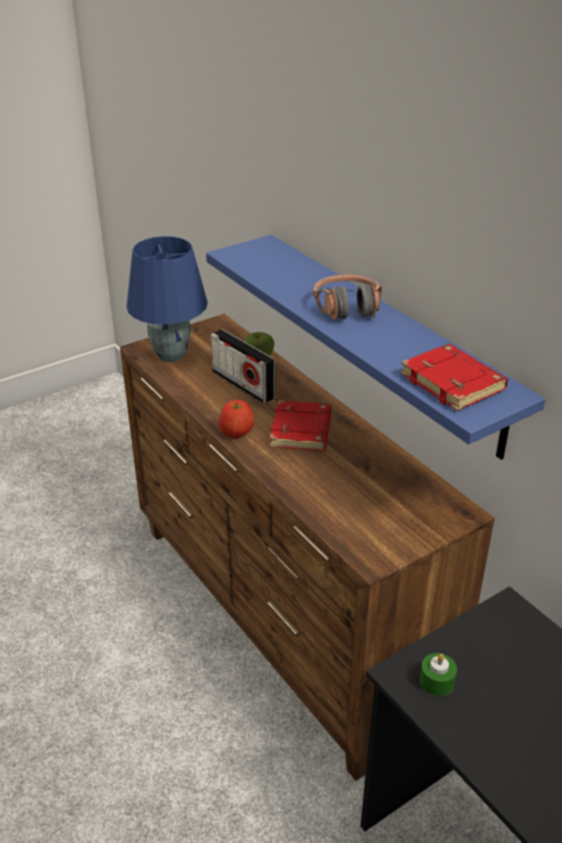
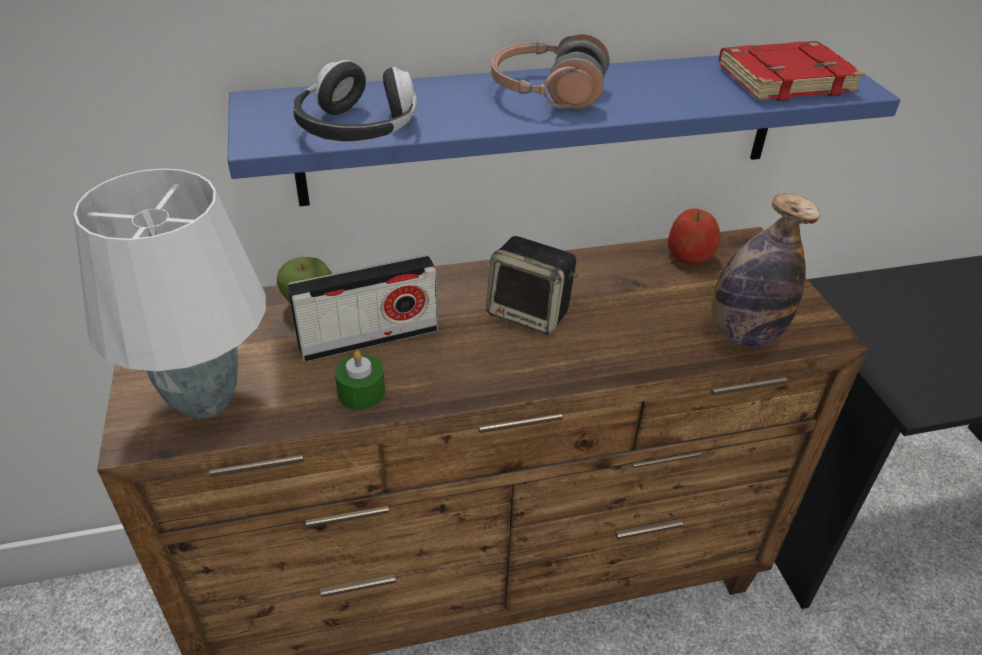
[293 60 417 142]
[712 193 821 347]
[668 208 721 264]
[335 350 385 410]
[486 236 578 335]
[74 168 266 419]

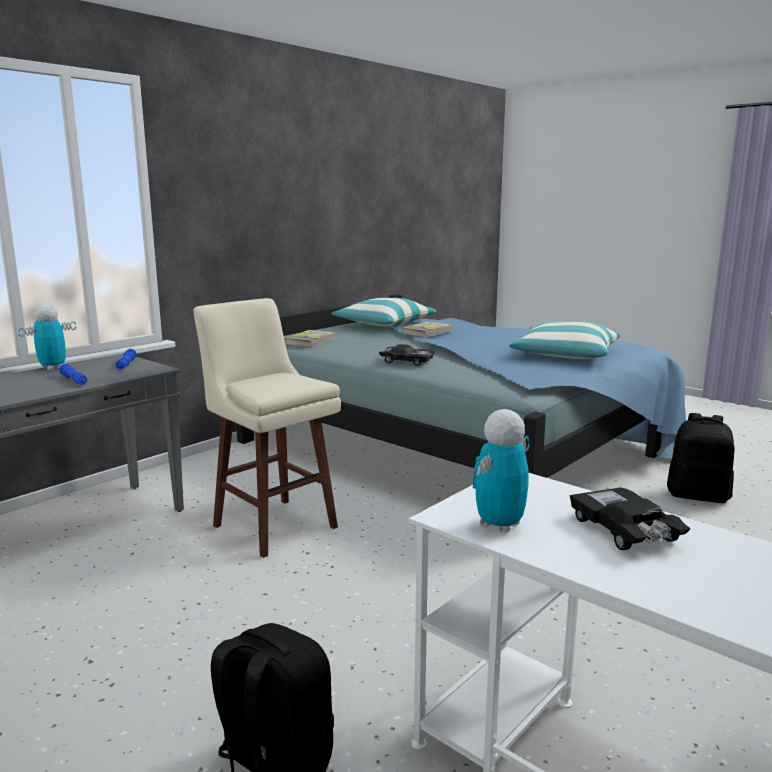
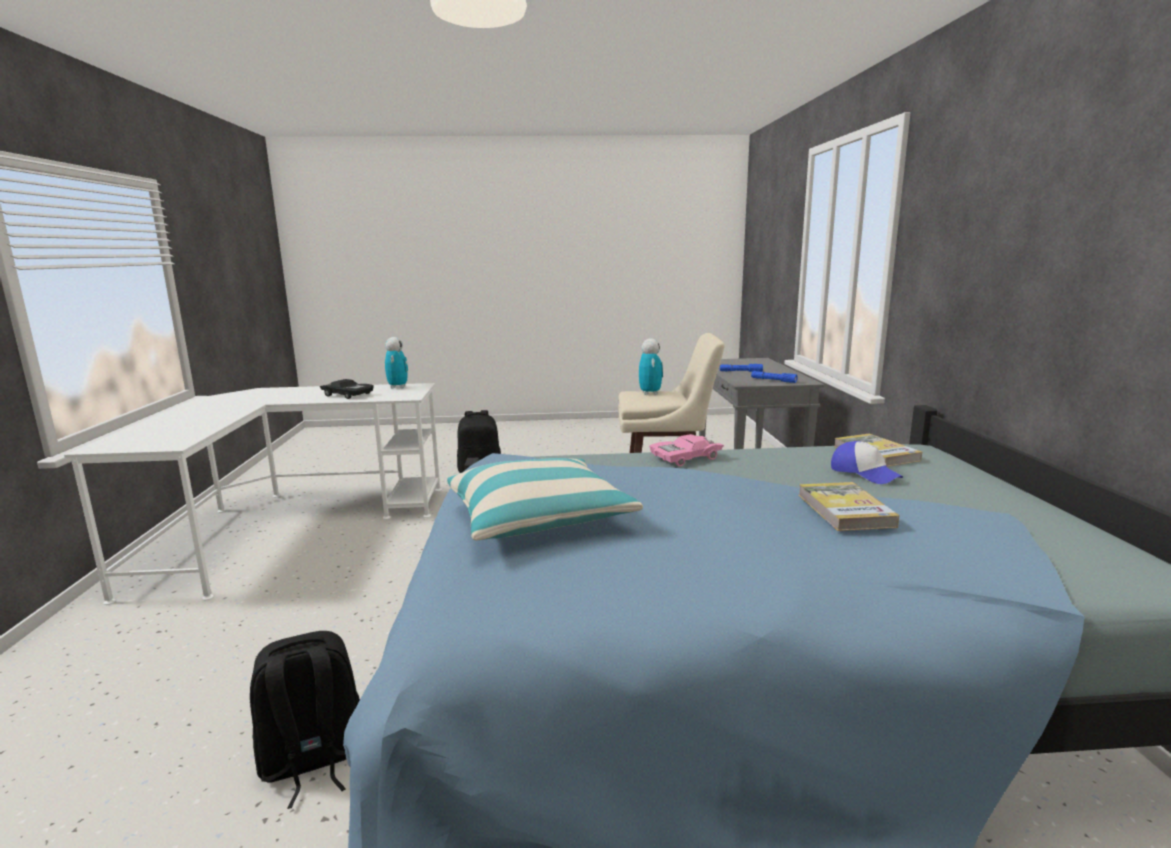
[331 298 436 327] (first image)
[831 441 903 484]
[639 338 663 395]
[649 434 724 466]

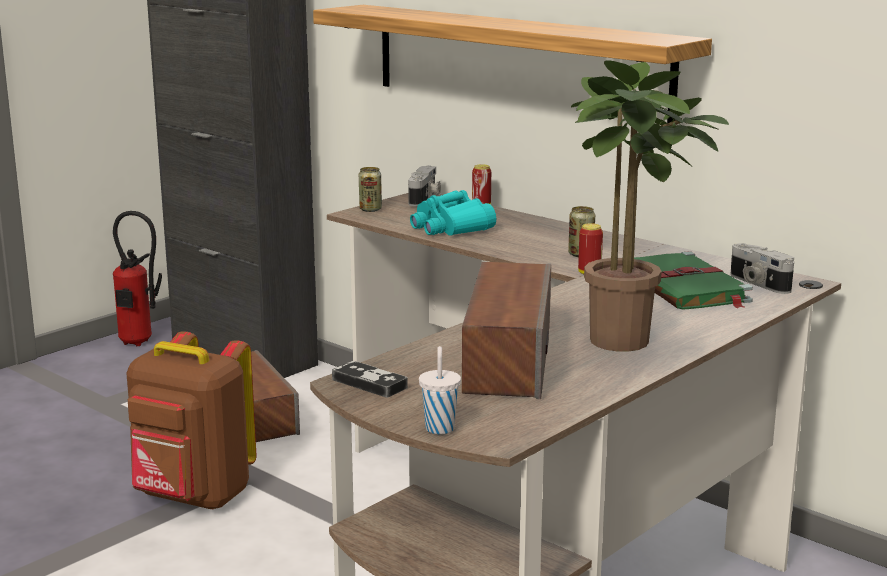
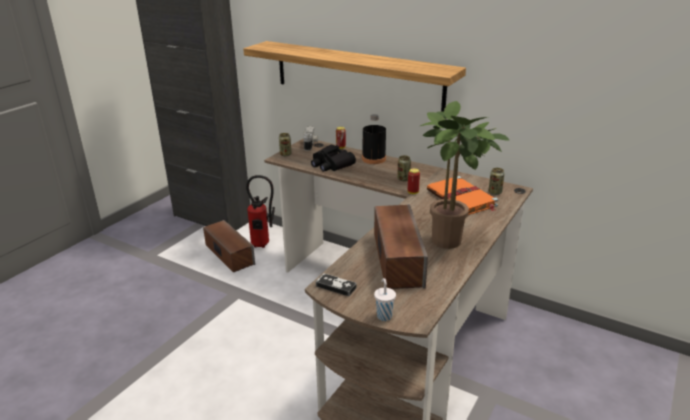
[126 331 256 510] (first image)
[362 114 386 164]
[246 175 275 248]
[489 168 505 195]
[311 145 356 172]
[427 176 498 215]

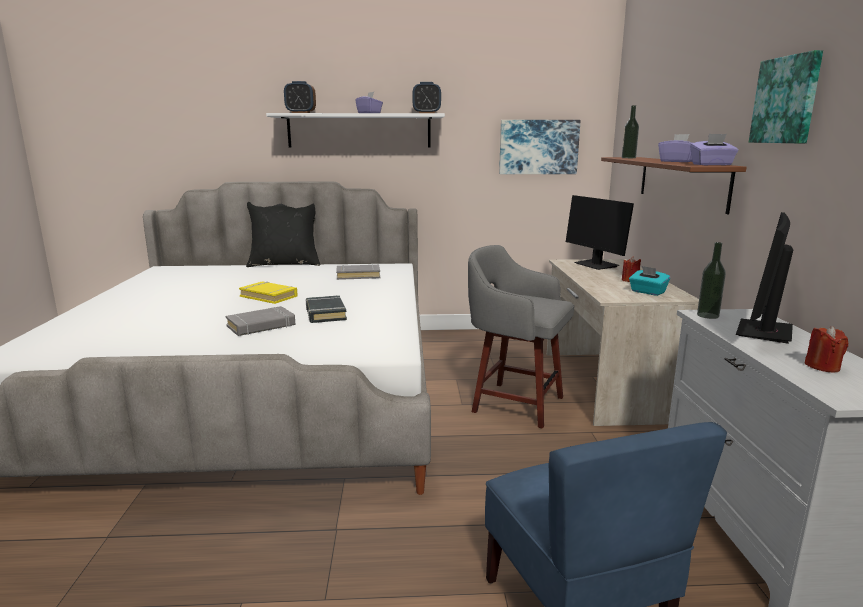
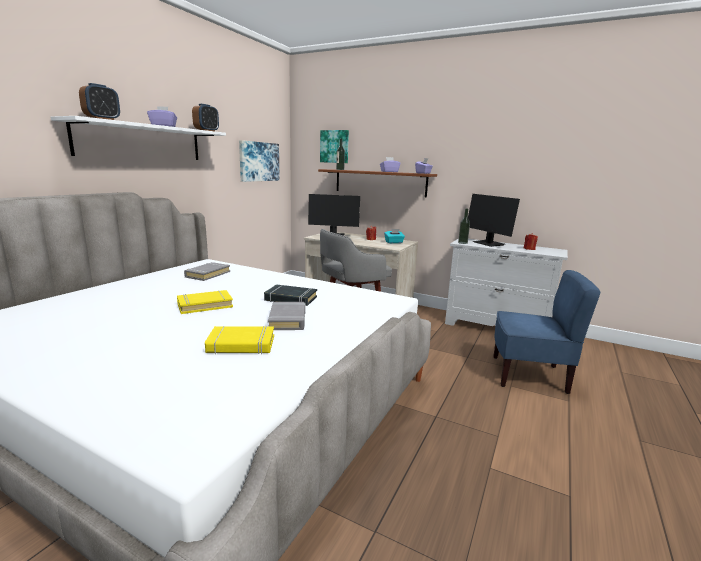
[246 202 320 267] (first image)
[205 326 274 354]
[320 130 349 163]

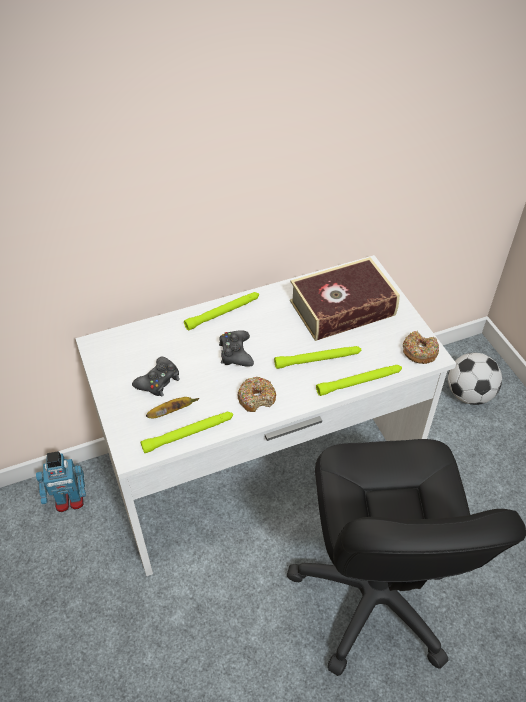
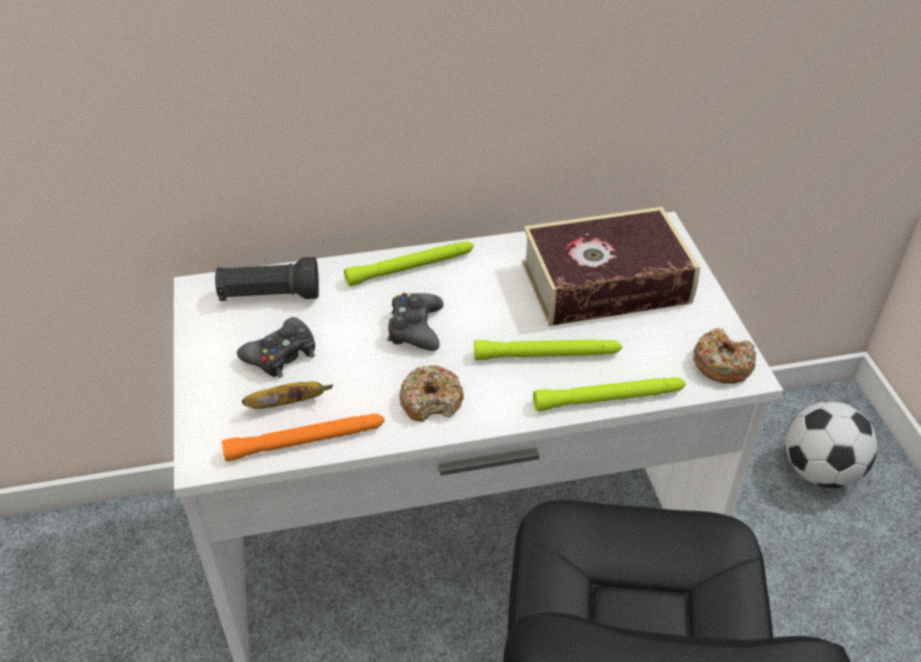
[36 451 86 512] (first image)
[215 257 319 301]
[222 414 385 461]

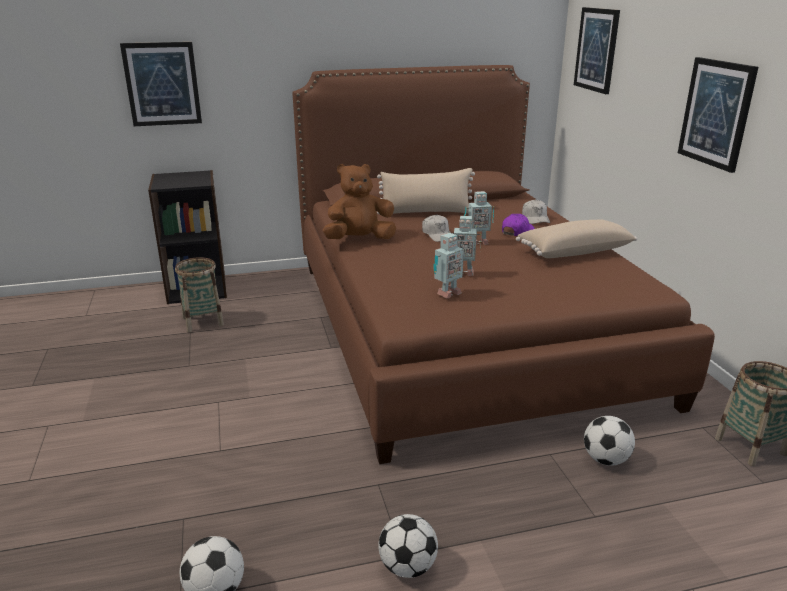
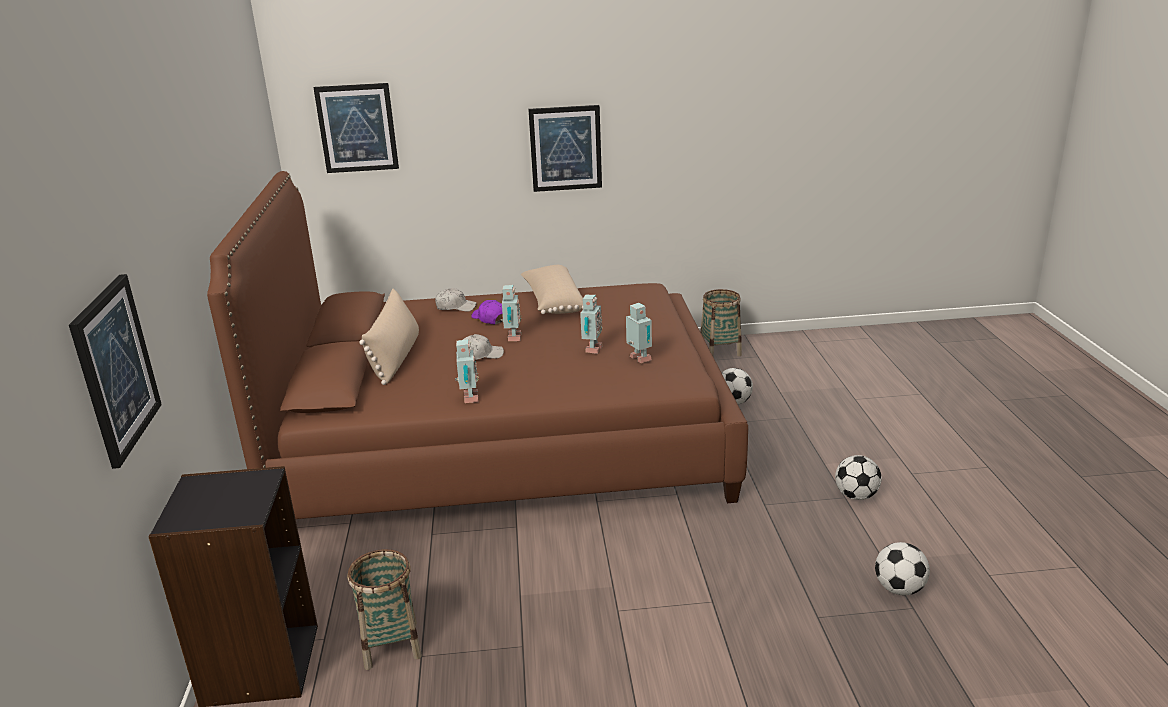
[455 339 479 403]

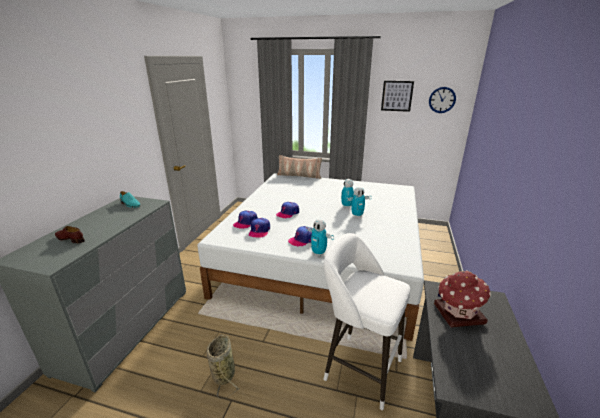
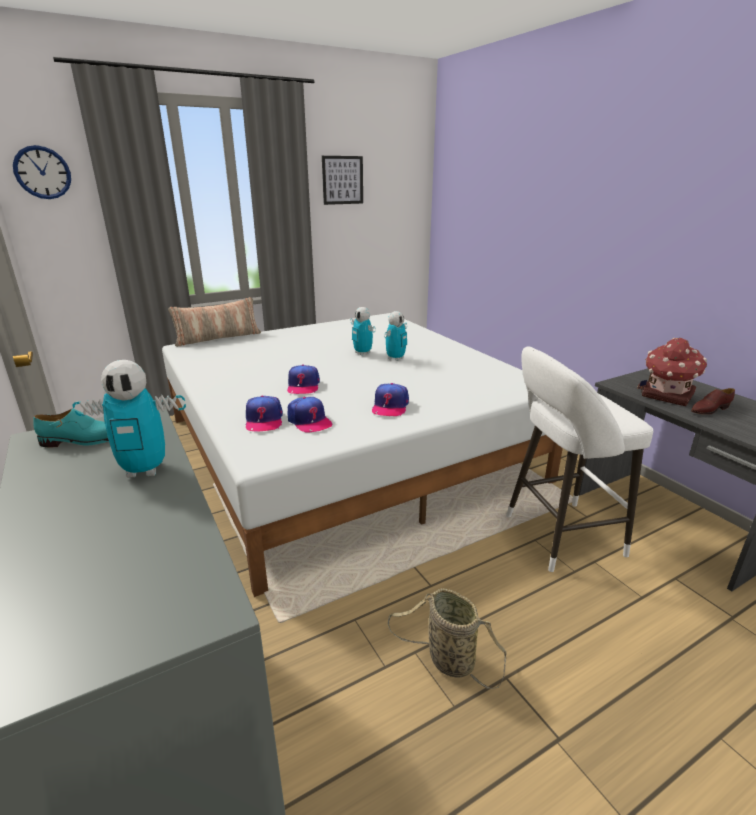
[691 388 735 415]
[72 360 186 478]
[13 145 71 199]

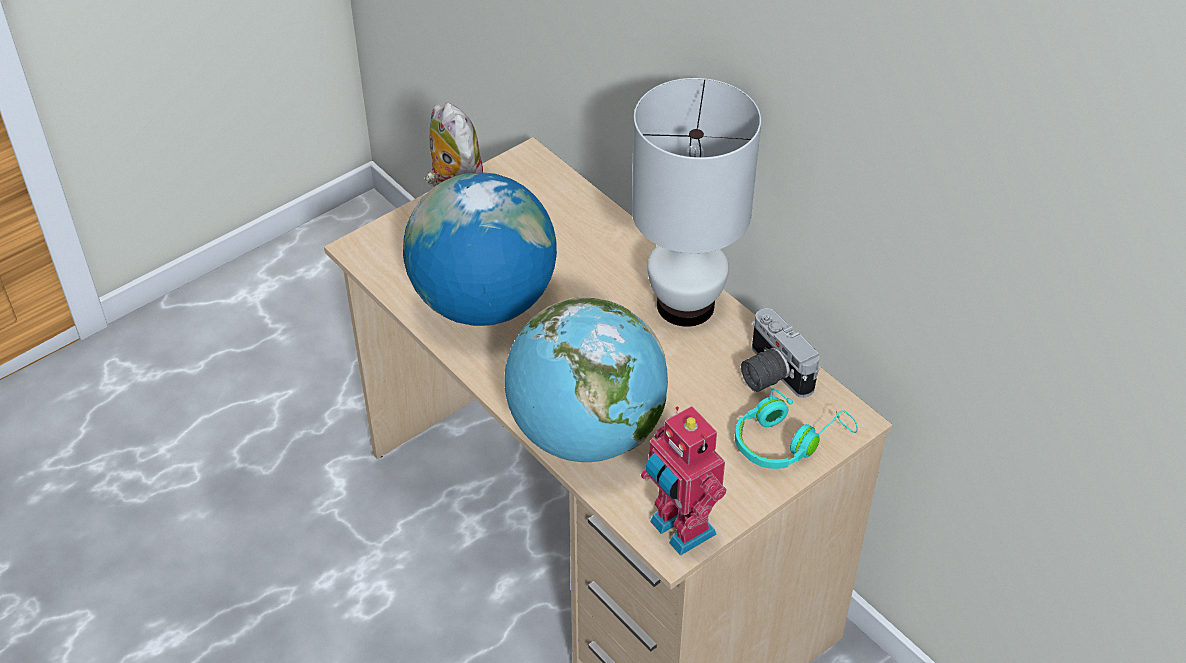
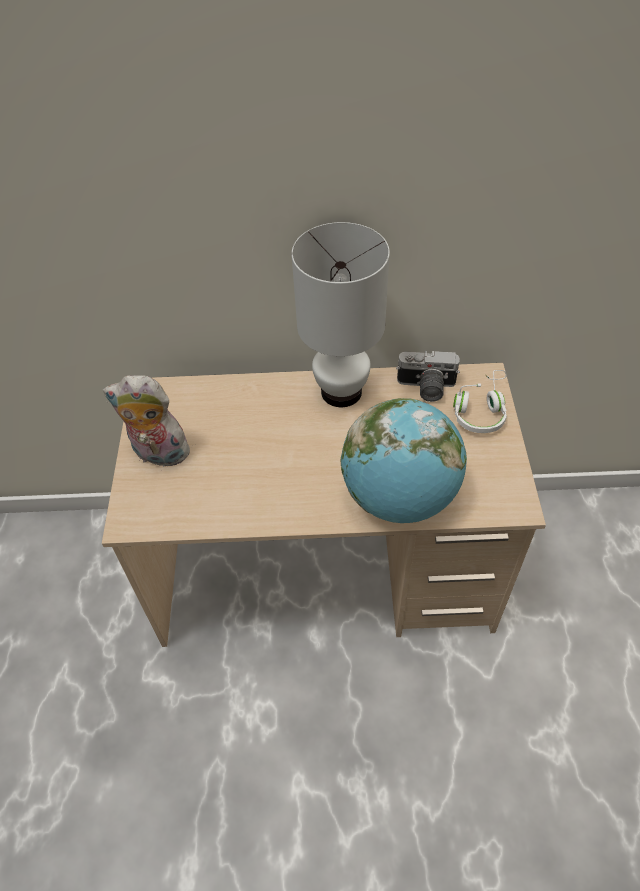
[403 172 557 326] (first image)
[641 406 726 556] (first image)
[453 370 507 433]

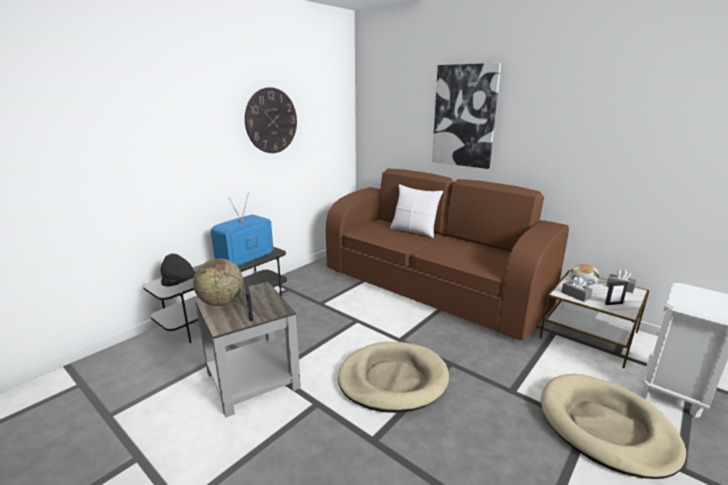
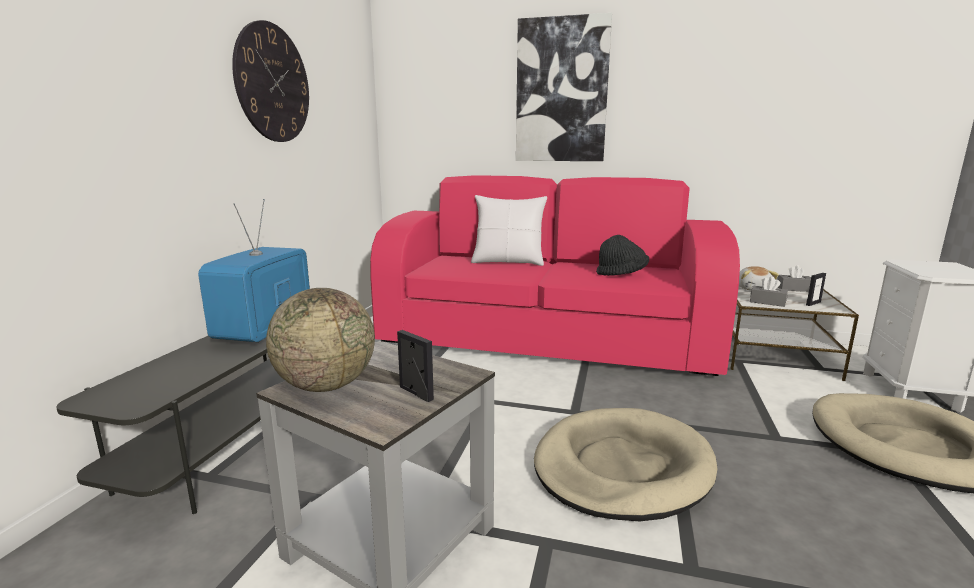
[596 235 649 276]
[370 175 740 376]

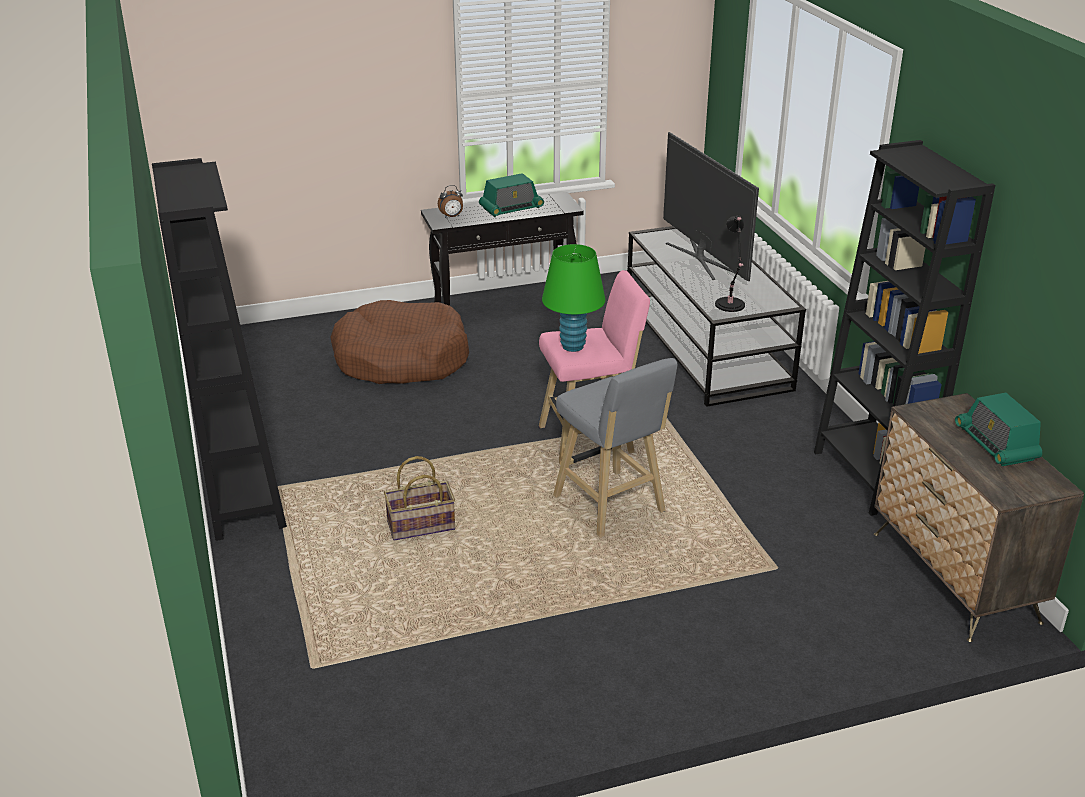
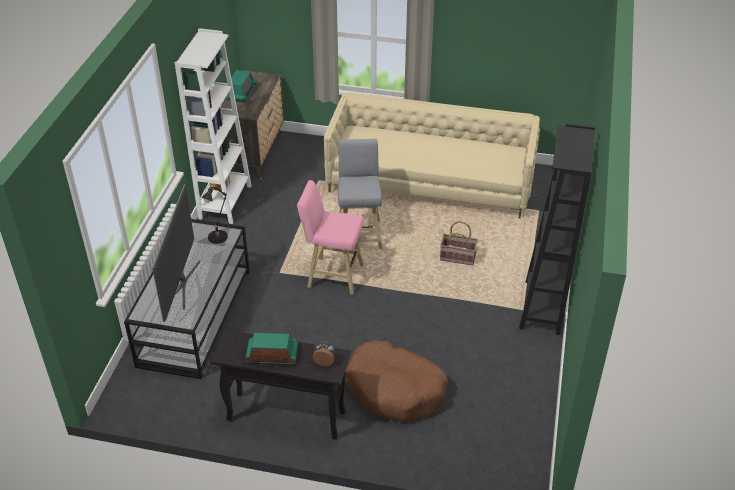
[542 244 606 352] (first image)
[324 92 540 219]
[175 28 252 224]

